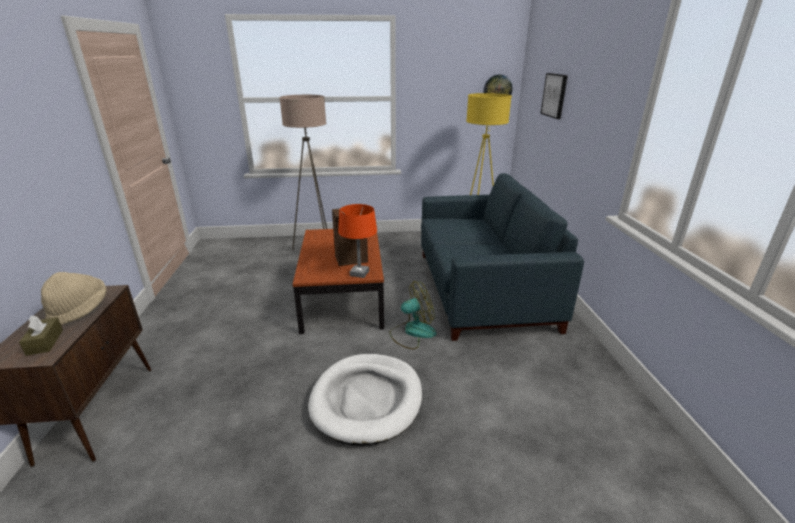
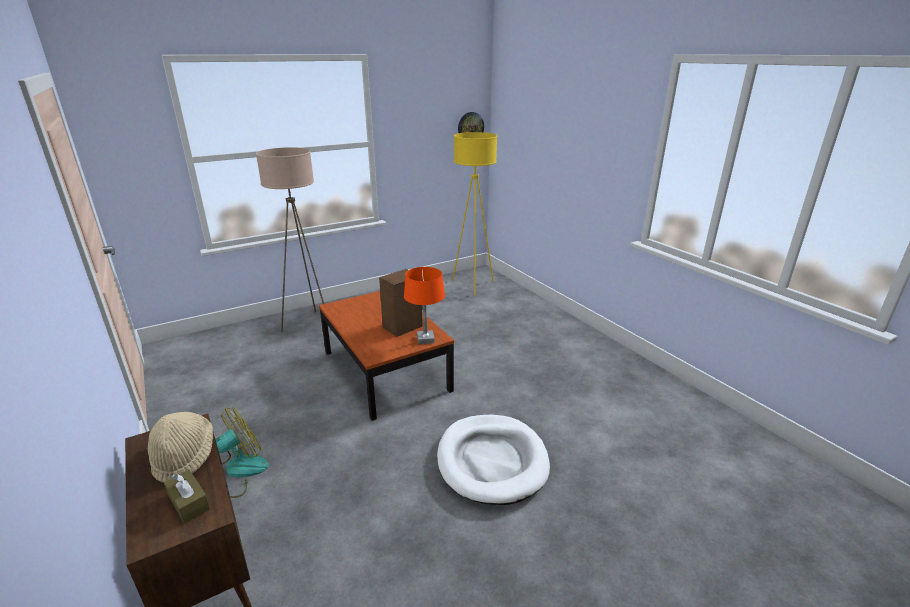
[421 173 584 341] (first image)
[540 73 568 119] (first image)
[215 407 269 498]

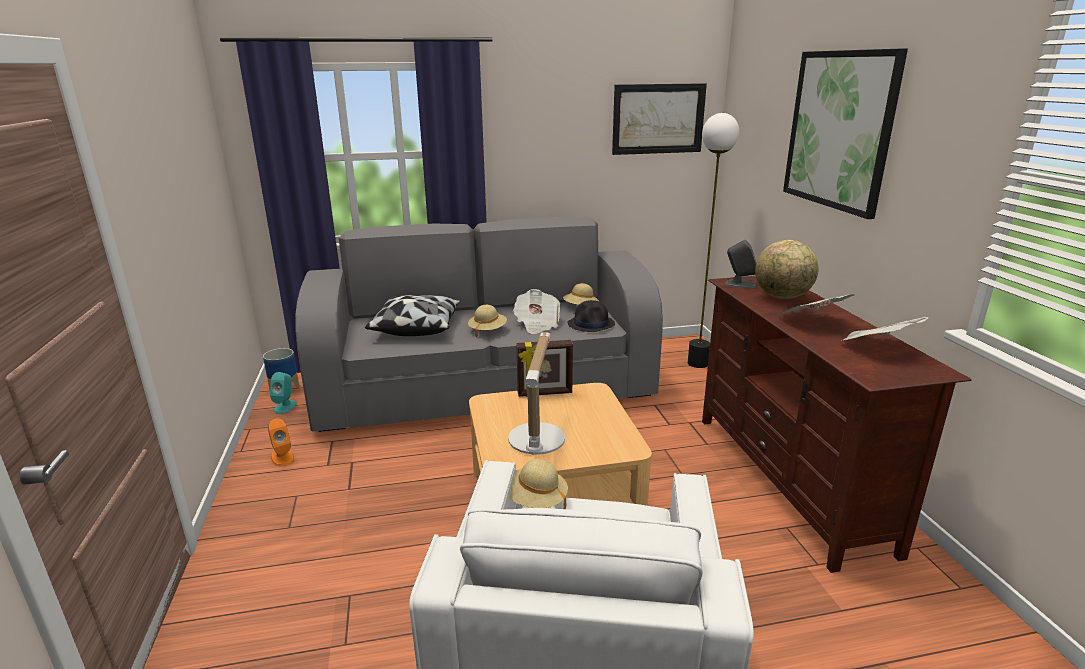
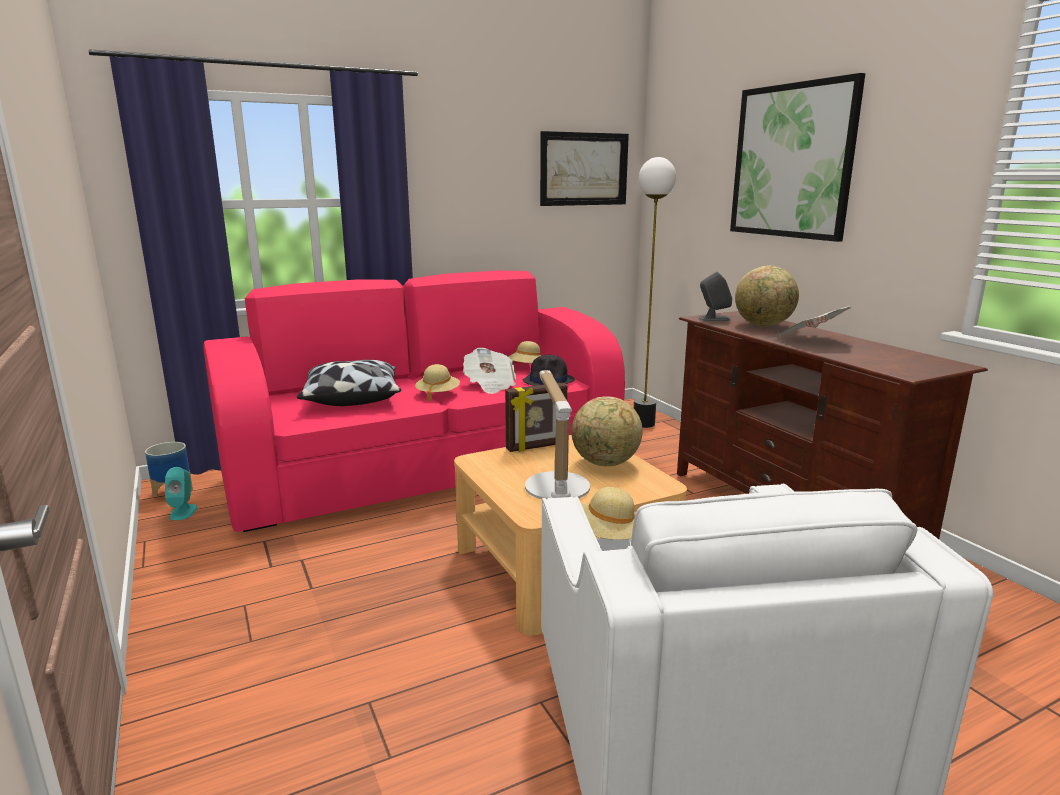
[268 418 294 466] (first image)
[841 316 928 341] (first image)
[571 396 643 466]
[203 271 625 532]

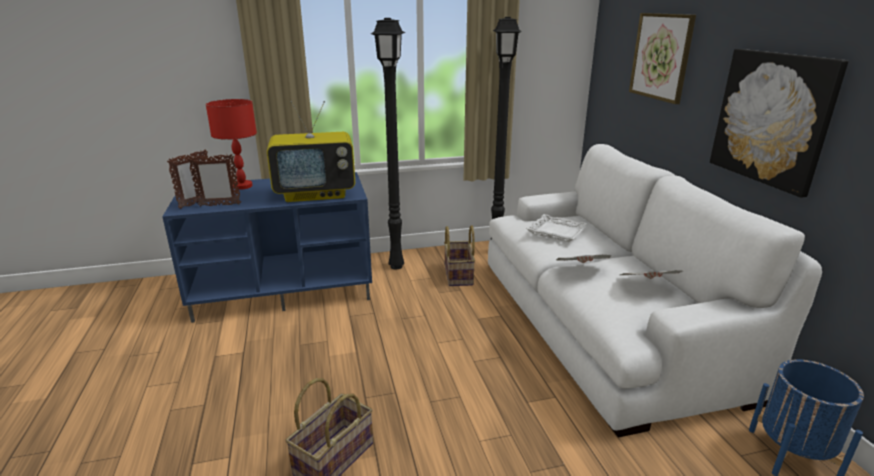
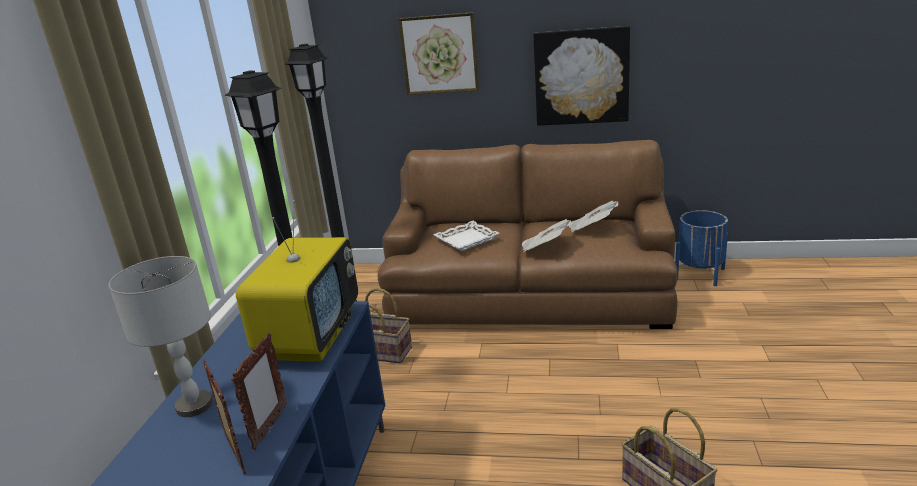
[109 256 213 417]
[377 140 678 329]

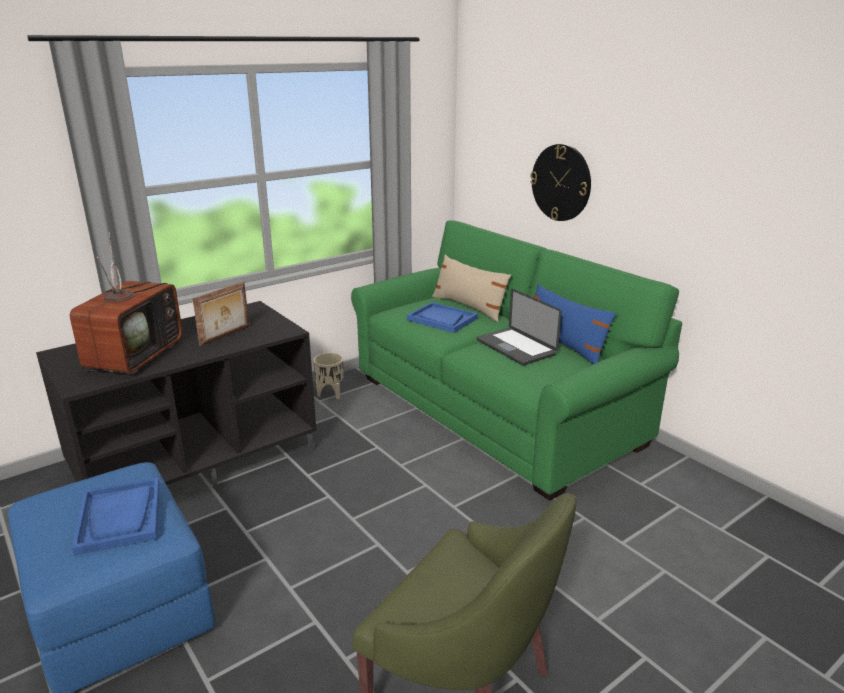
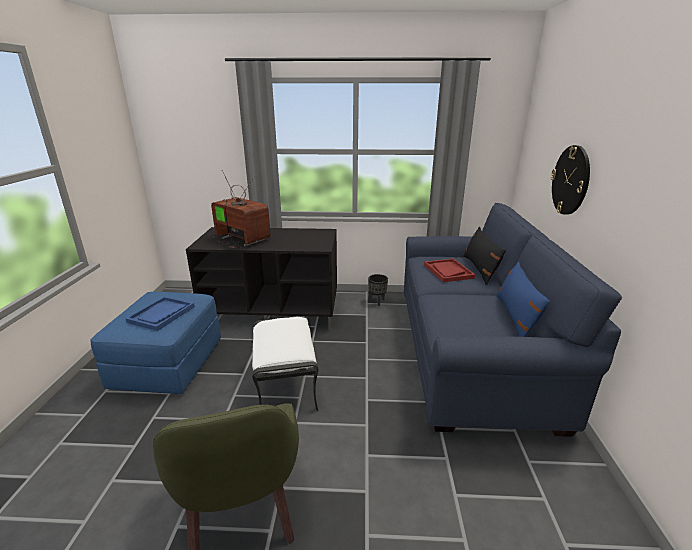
[193 281 249 347] (first image)
[477 289 561 365] (first image)
[252 316 319 412]
[368 274 388 306]
[404 203 622 437]
[424 258 475 282]
[463 227 506 285]
[211 170 270 248]

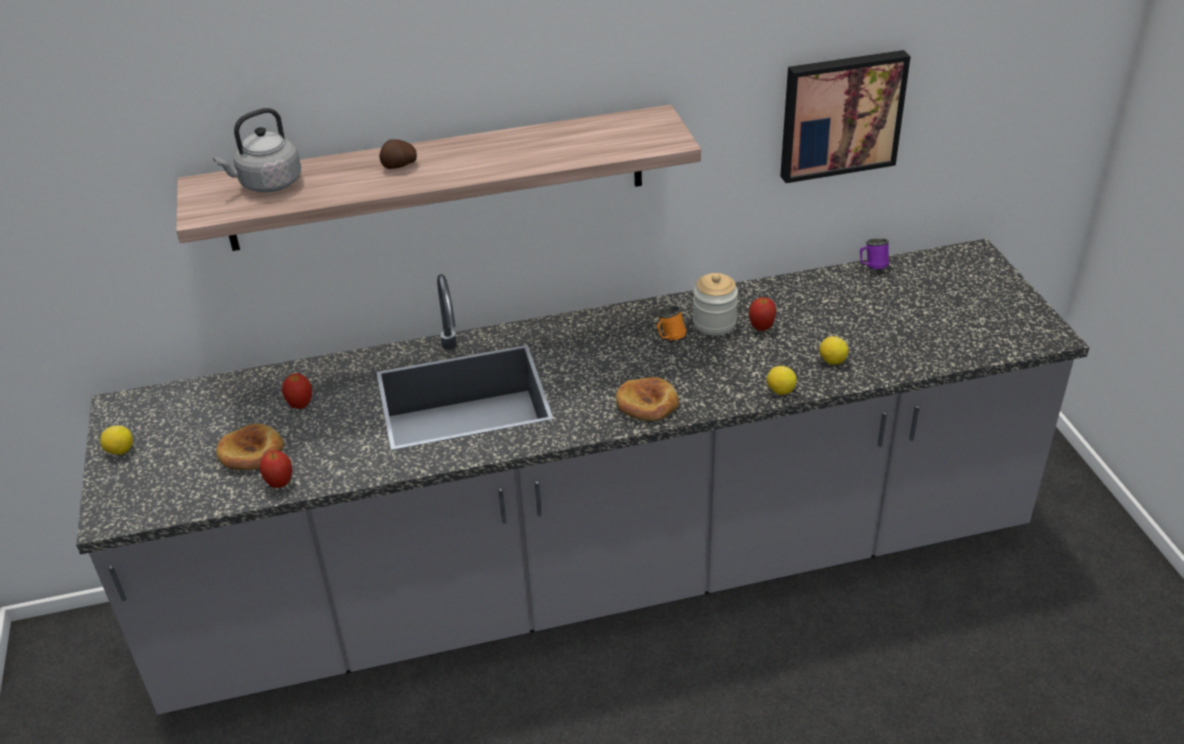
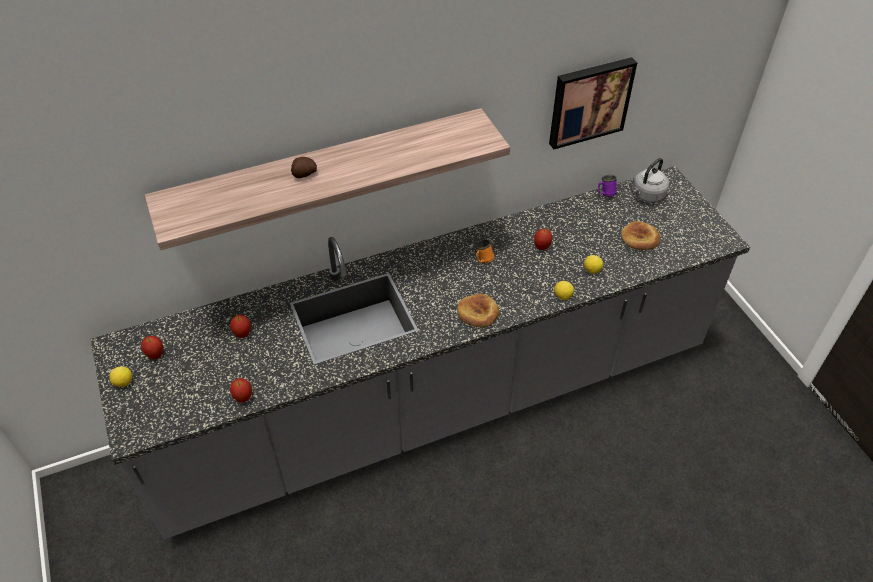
[693 273 738 335] (first image)
[141 336 163 359]
[633 158 669 202]
[621 221 660 250]

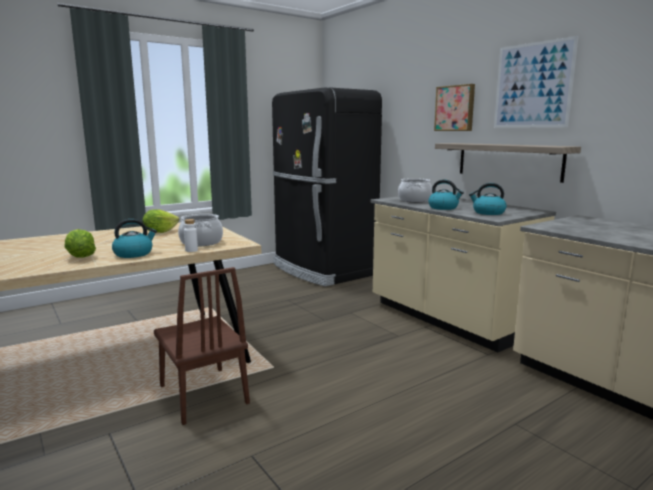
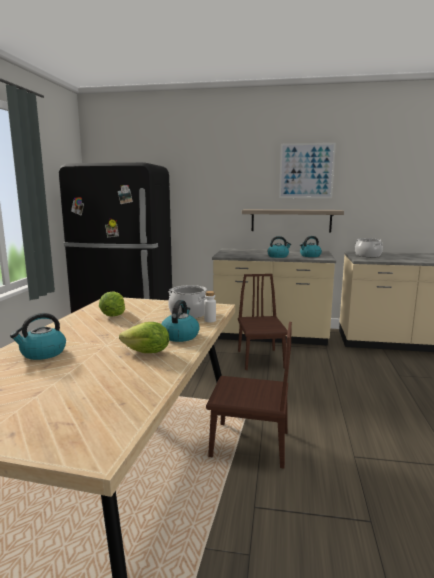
[434 84 475 131] (first image)
[10 313 66 360]
[238 274 288 370]
[354 238 383 257]

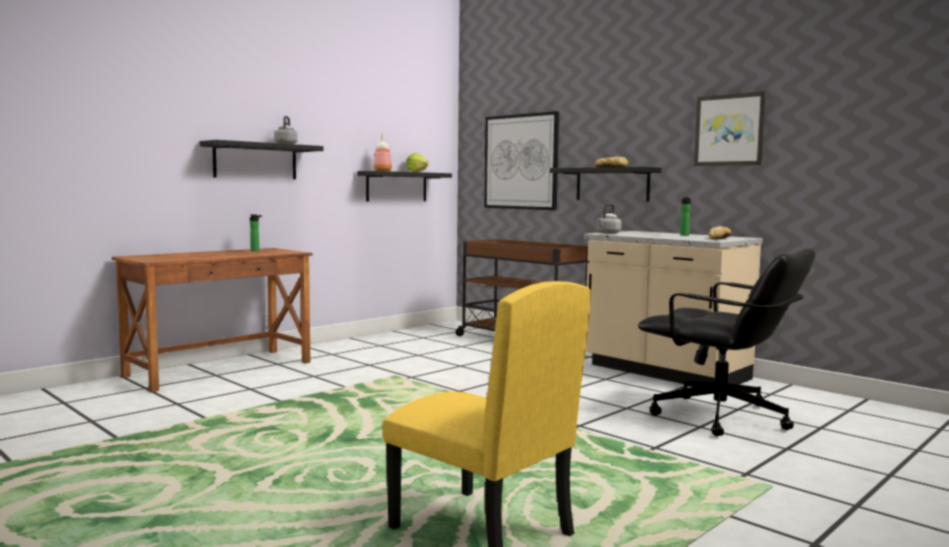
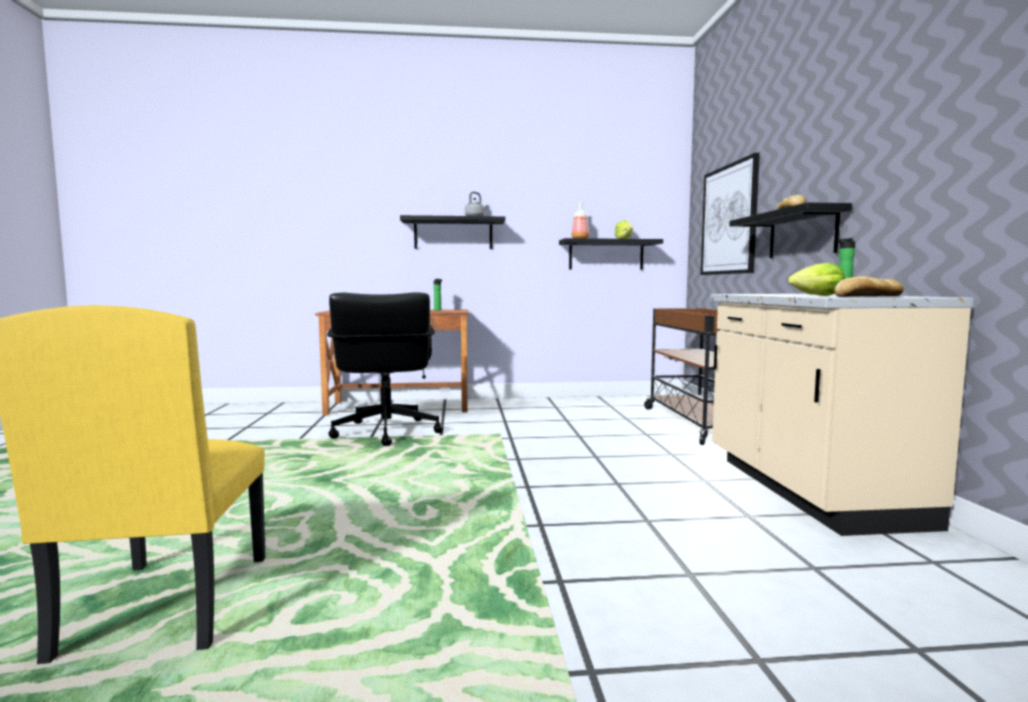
[597 204 622 234] (first image)
[694 91 767 166] (first image)
[788 263 845 296]
[327 292 443 446]

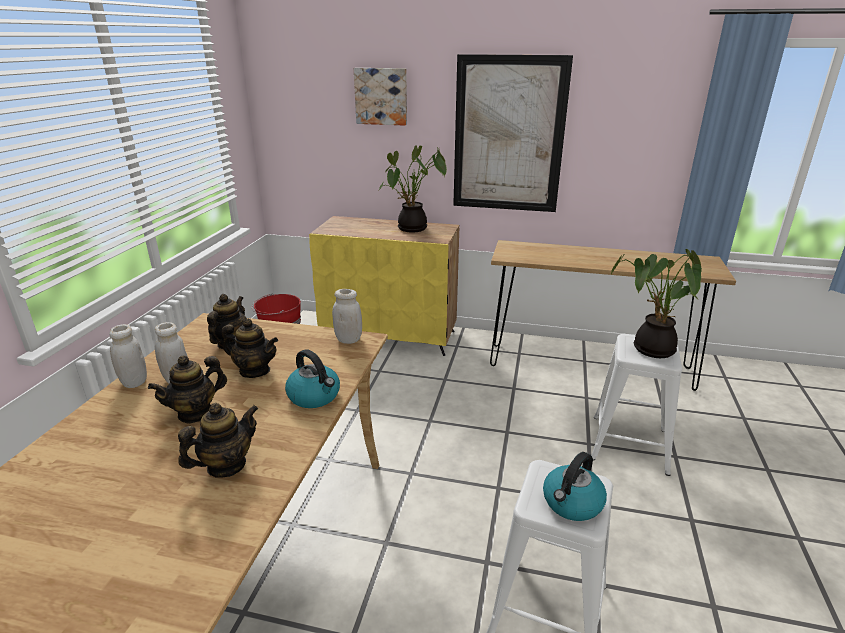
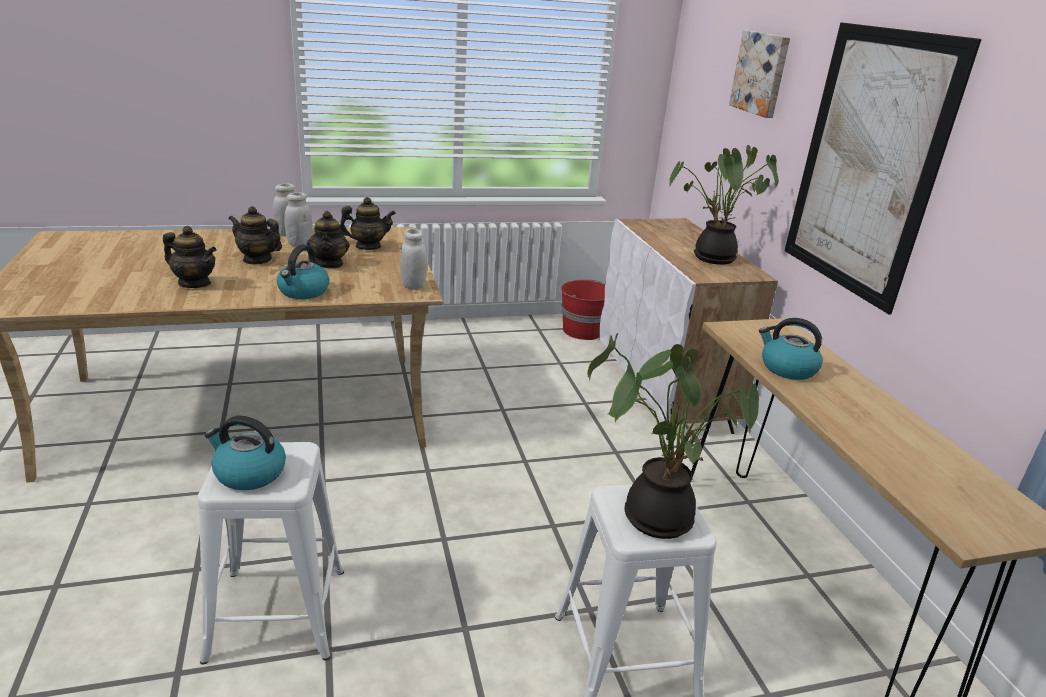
[759 318 823 380]
[599 218 778 440]

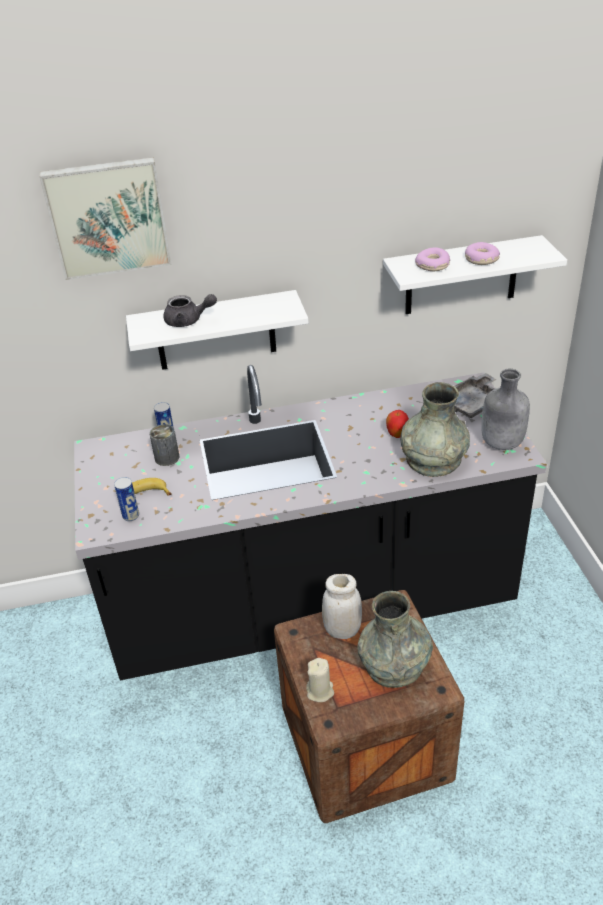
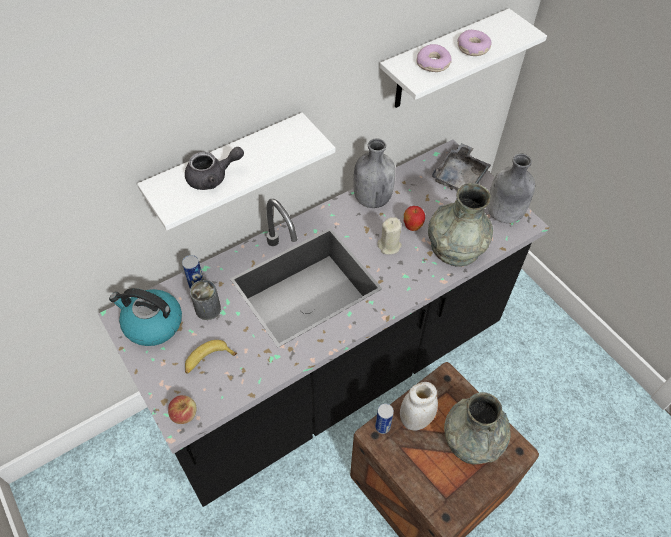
[40 157 171 280] (first image)
[109 288 182 346]
[168 395 196 424]
[354 138 395 208]
[375 403 394 434]
[377 217 402 254]

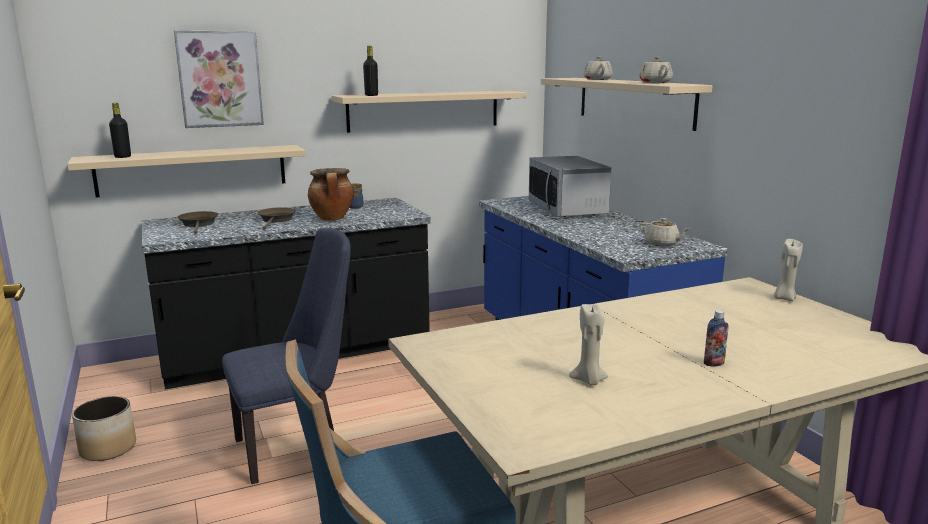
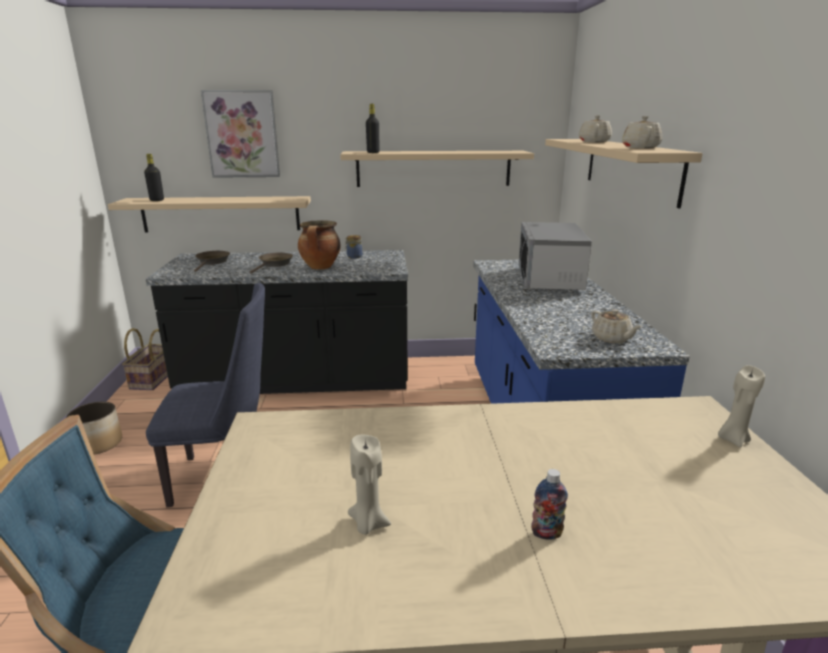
[122 328 168 390]

